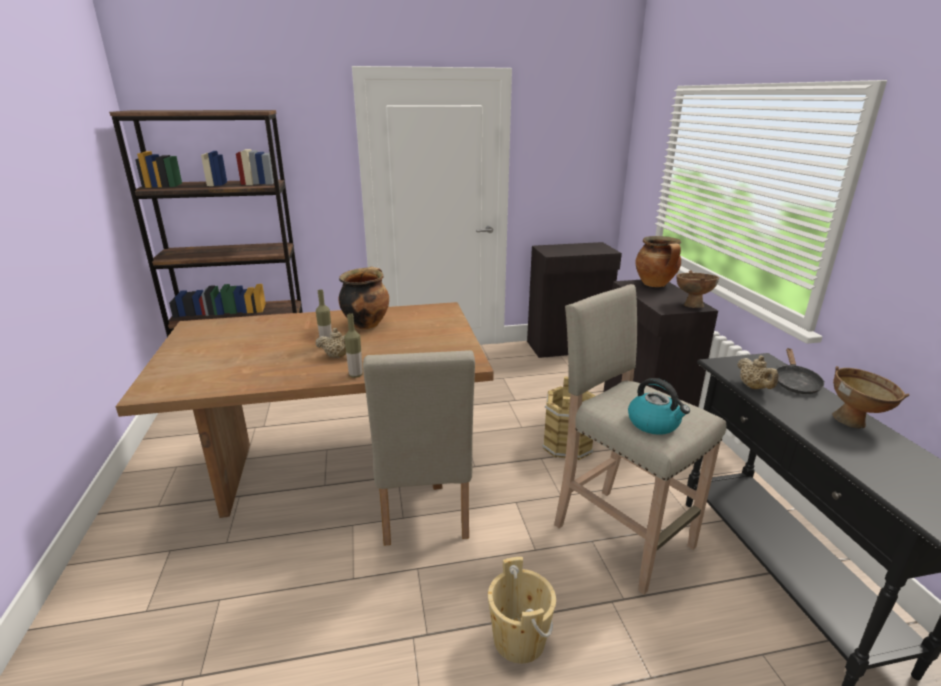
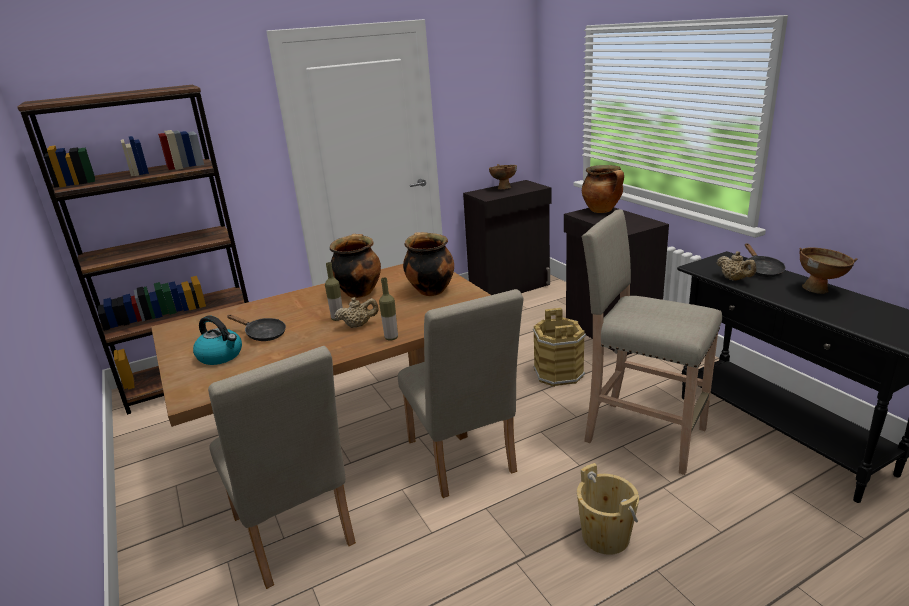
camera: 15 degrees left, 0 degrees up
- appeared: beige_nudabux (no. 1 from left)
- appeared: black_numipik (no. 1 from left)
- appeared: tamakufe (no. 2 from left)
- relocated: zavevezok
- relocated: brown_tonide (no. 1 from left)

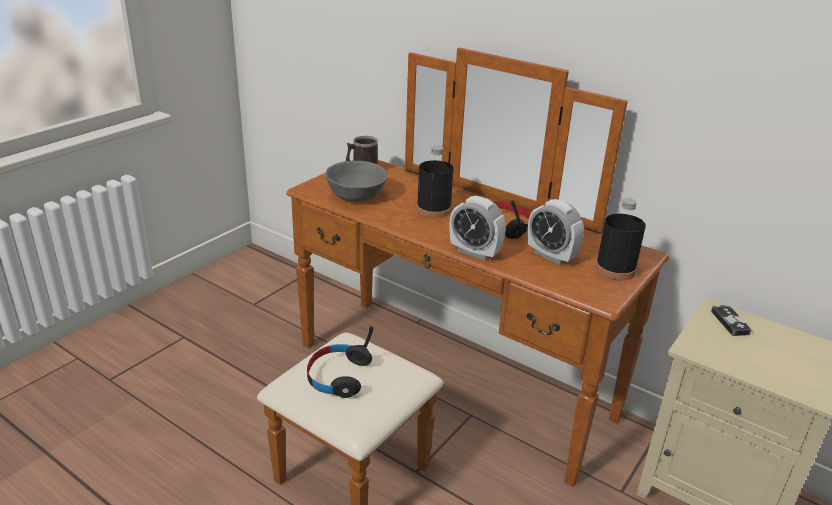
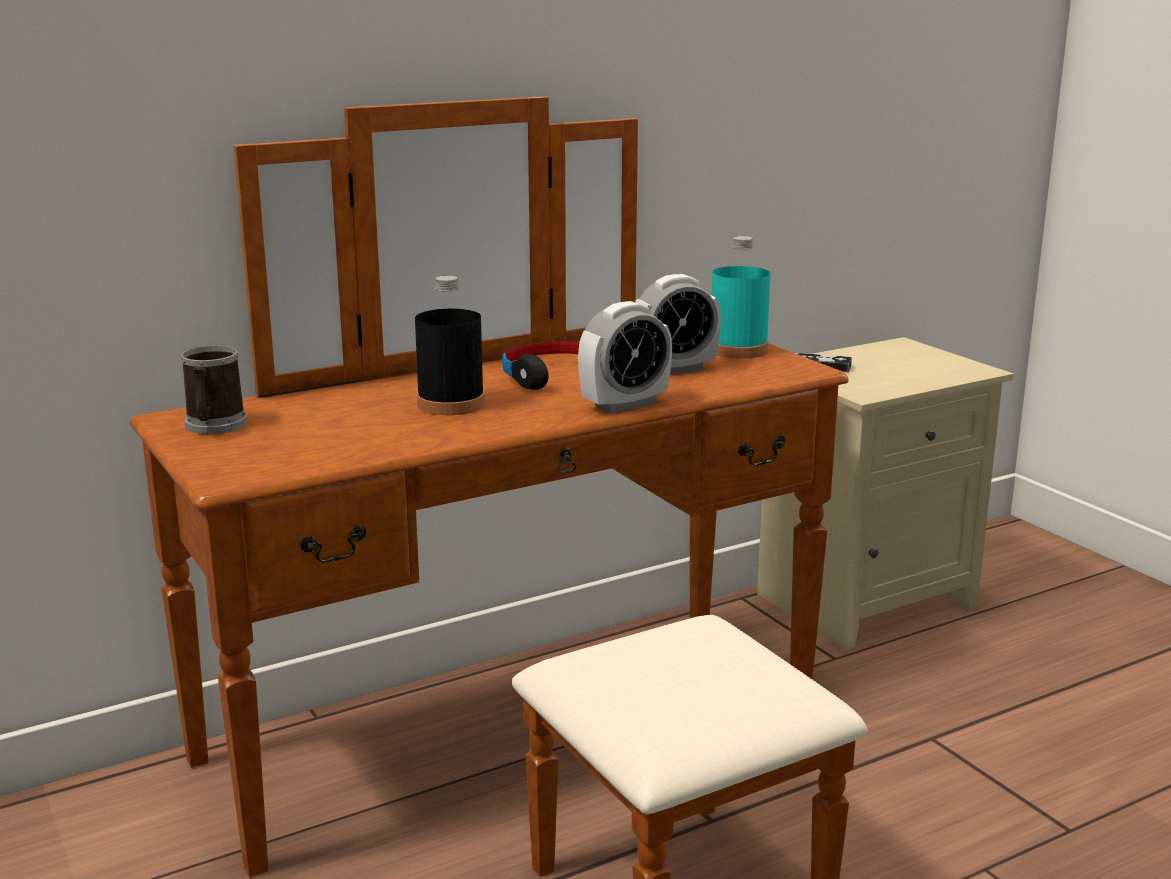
camera: 65 degrees left, 10 degrees down
- missing: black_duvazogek (no. 1 from left)
- missing: grey_tonide
- colour: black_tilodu (no. 2 from left) to turquoise_tilodu

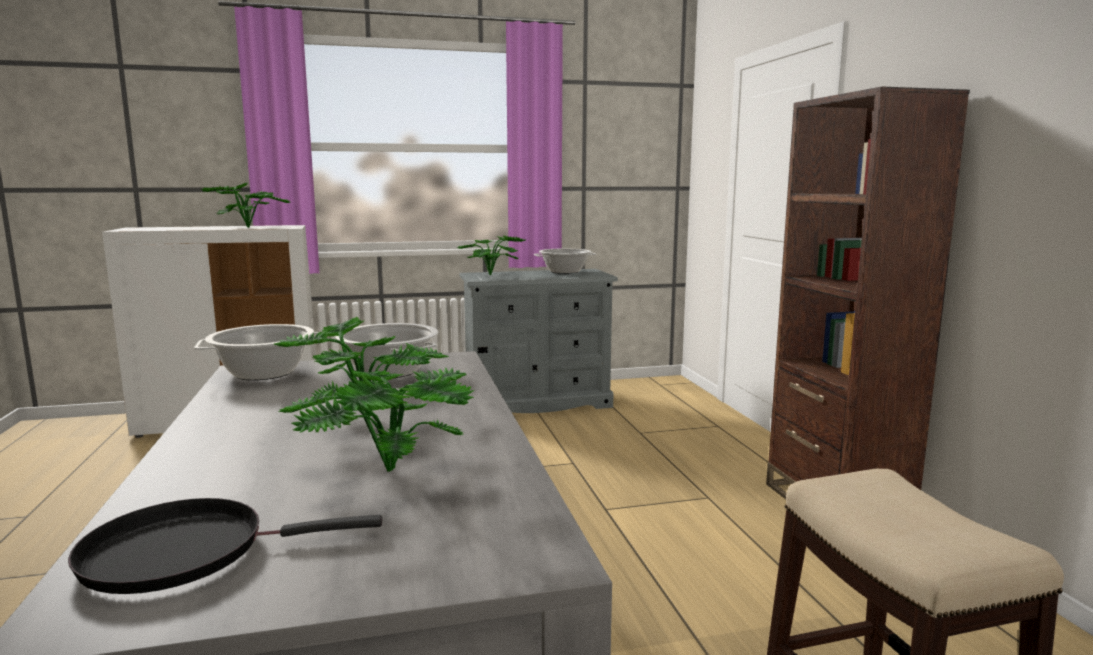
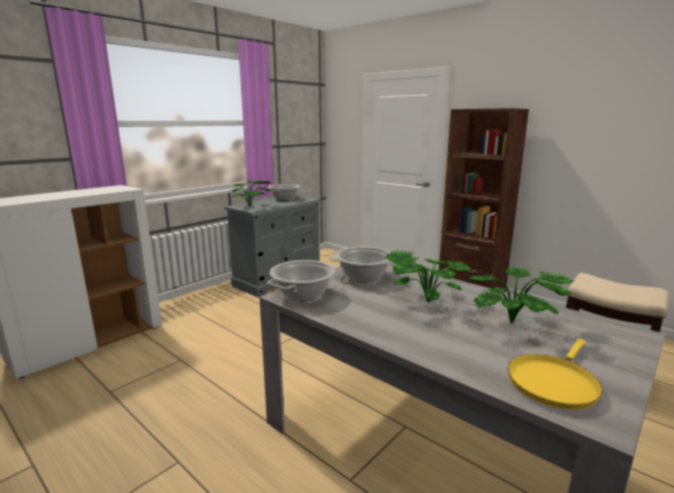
camera: 35 degrees left, 5 degrees up
- missing: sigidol (no. 1 from left)
- colour: black_numipik to yellow_numipik

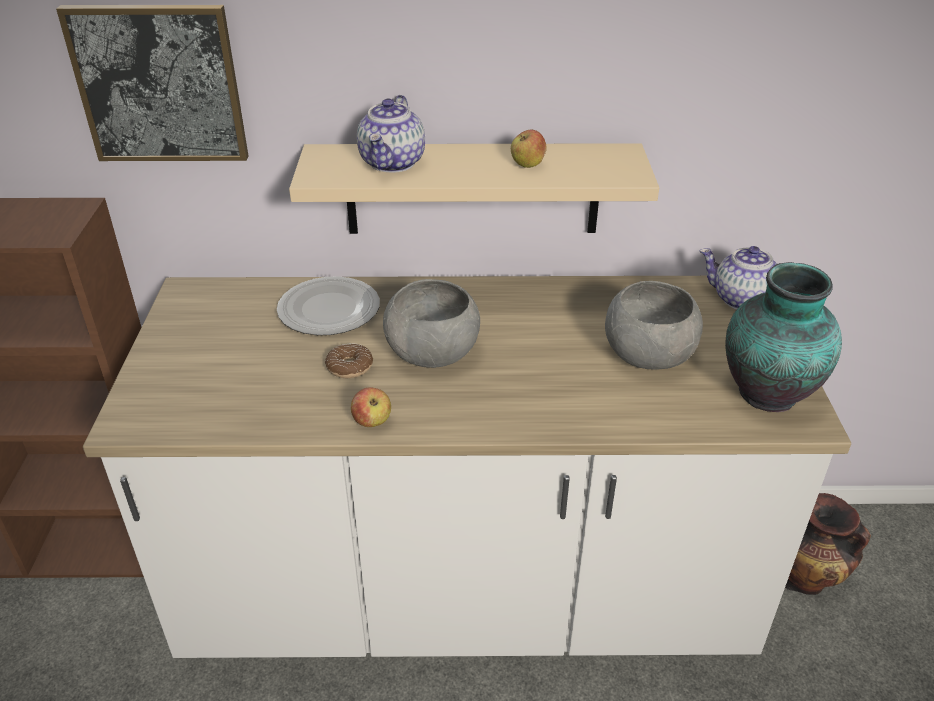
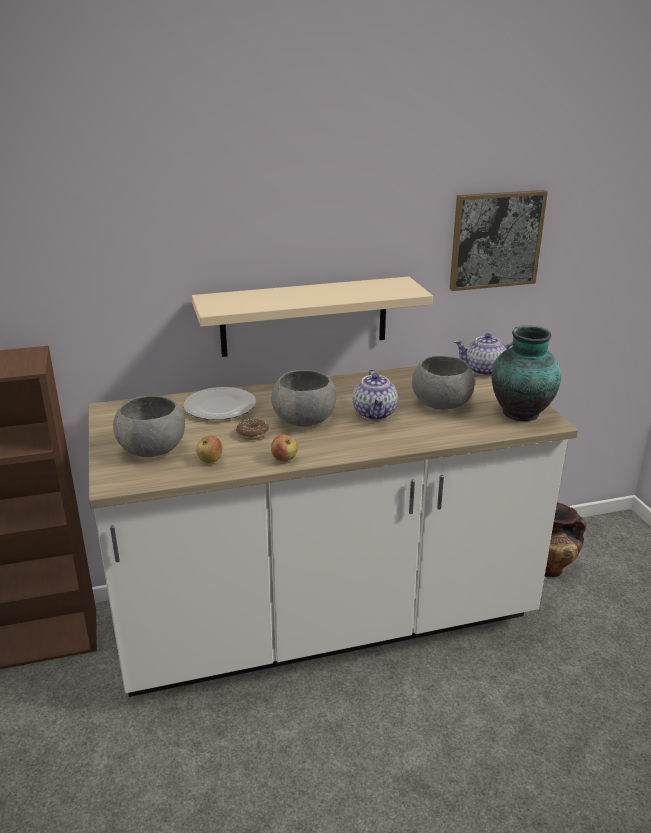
camera: 15 degrees left, 10 degrees down
- appeared: grey_tonide (no. 1 from left)
- relocated: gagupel
- relocated: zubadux (no. 1 from left)
- relocated: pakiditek (no. 2 from left in the first image) to pakiditek (no. 1 from left)

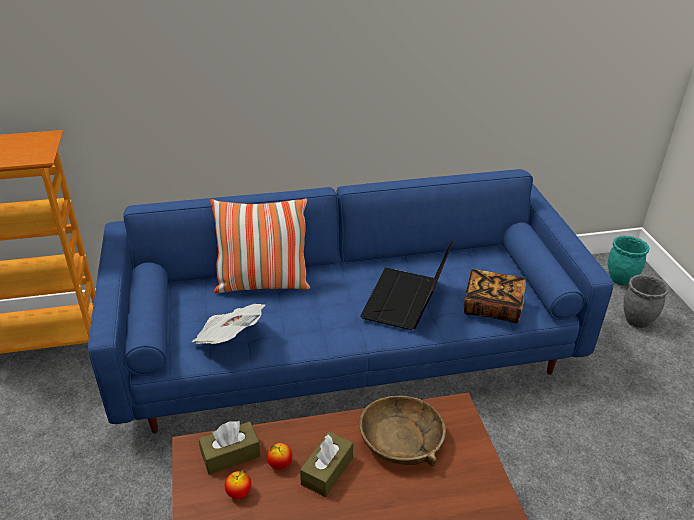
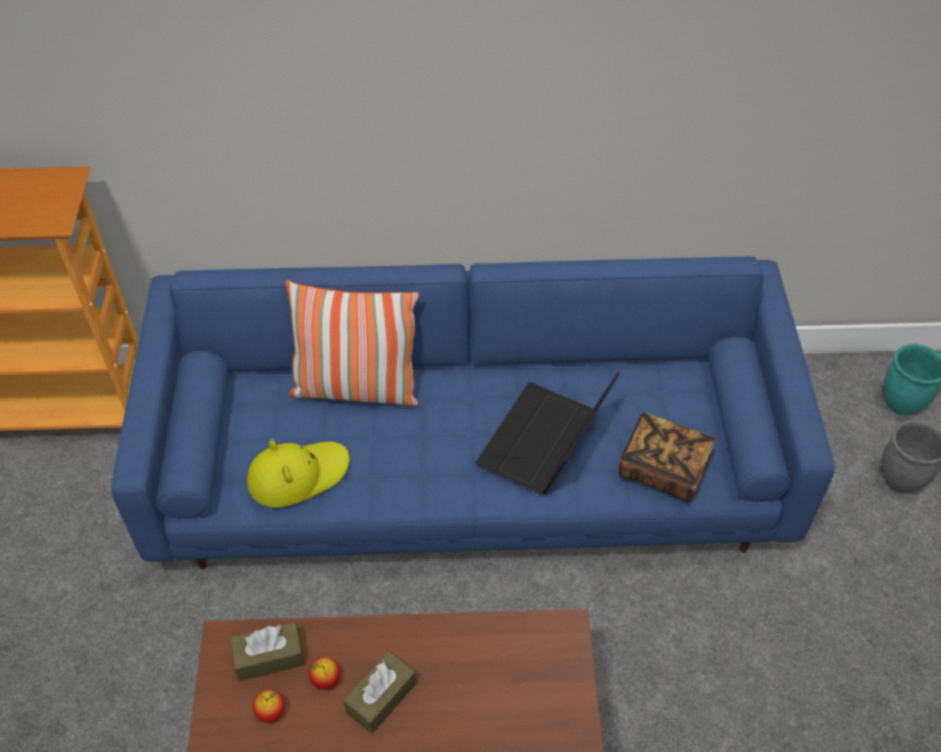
camera: 10 degrees right, 15 degrees up
- missing: brown_tonide
- exchanged: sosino to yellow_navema

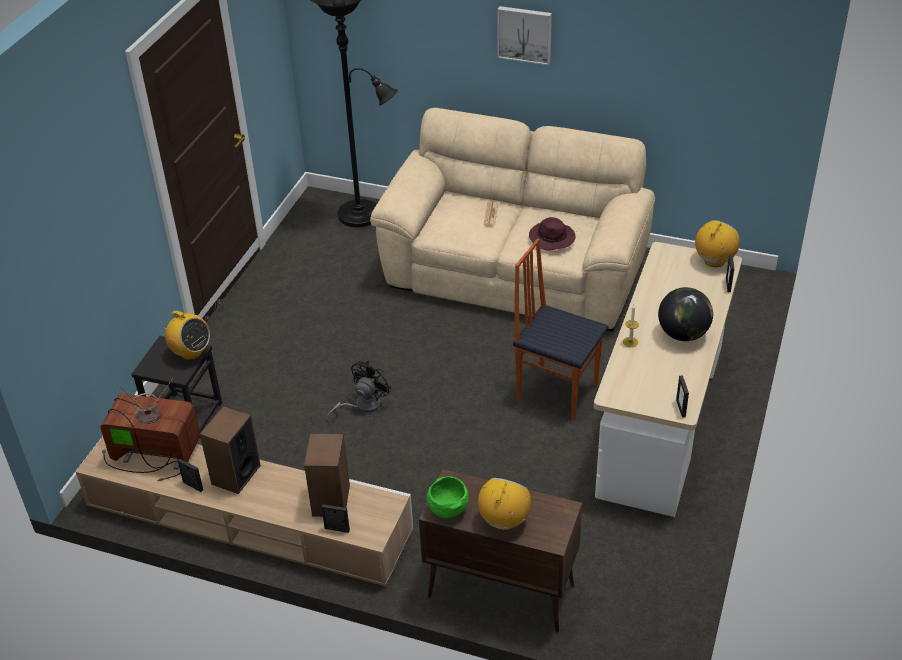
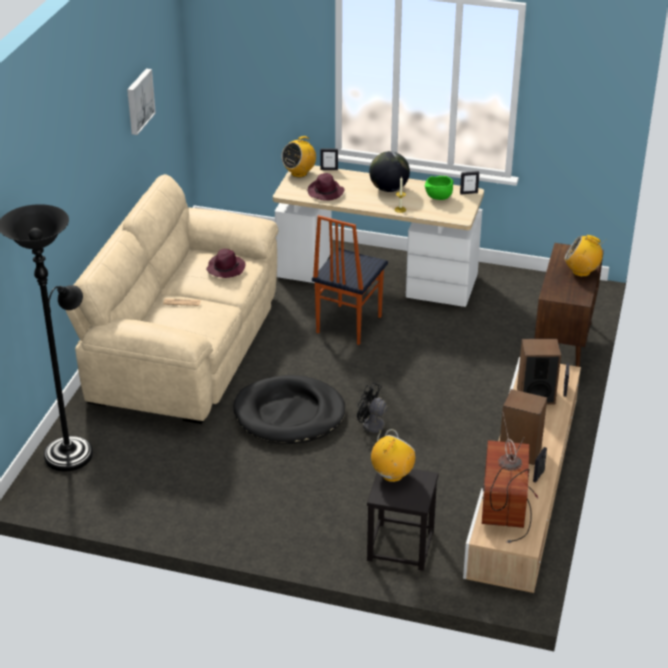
camera: 95 degrees left, 5 degrees down
- appeared: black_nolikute
- appeared: purple_navema (no. 2 from left)
- relocated: green_tonide
- relocated: gagupel
- spun: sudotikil (no. 3 from left in the first image) 75 degrees counterclockwise

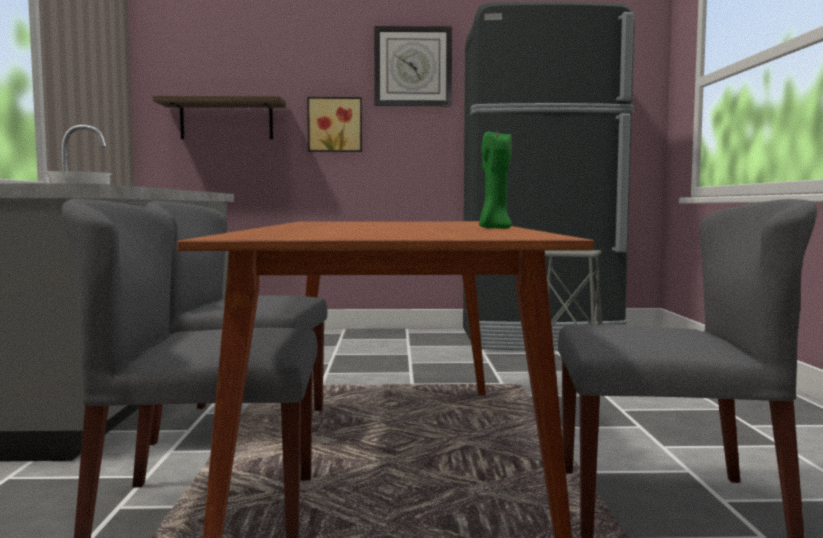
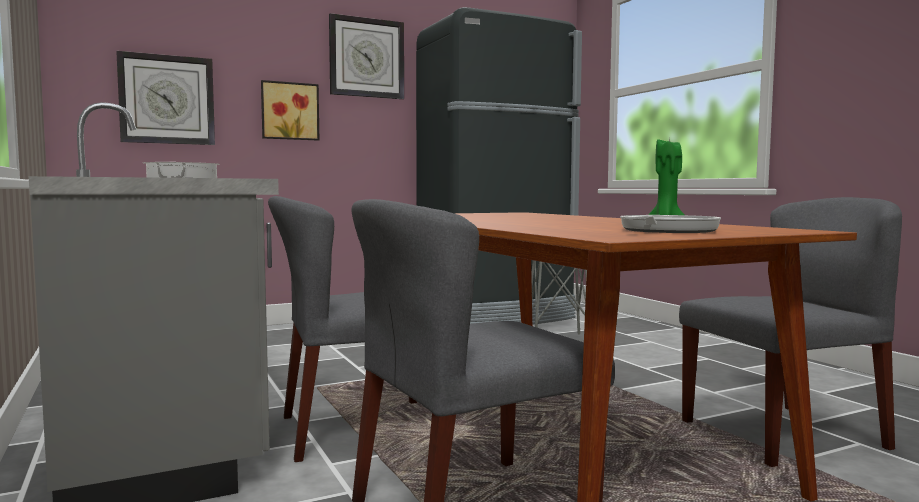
camera: 25 degrees left, 0 degrees up
- appeared: numipik
- exchanged: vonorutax to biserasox (no. 1 from left)

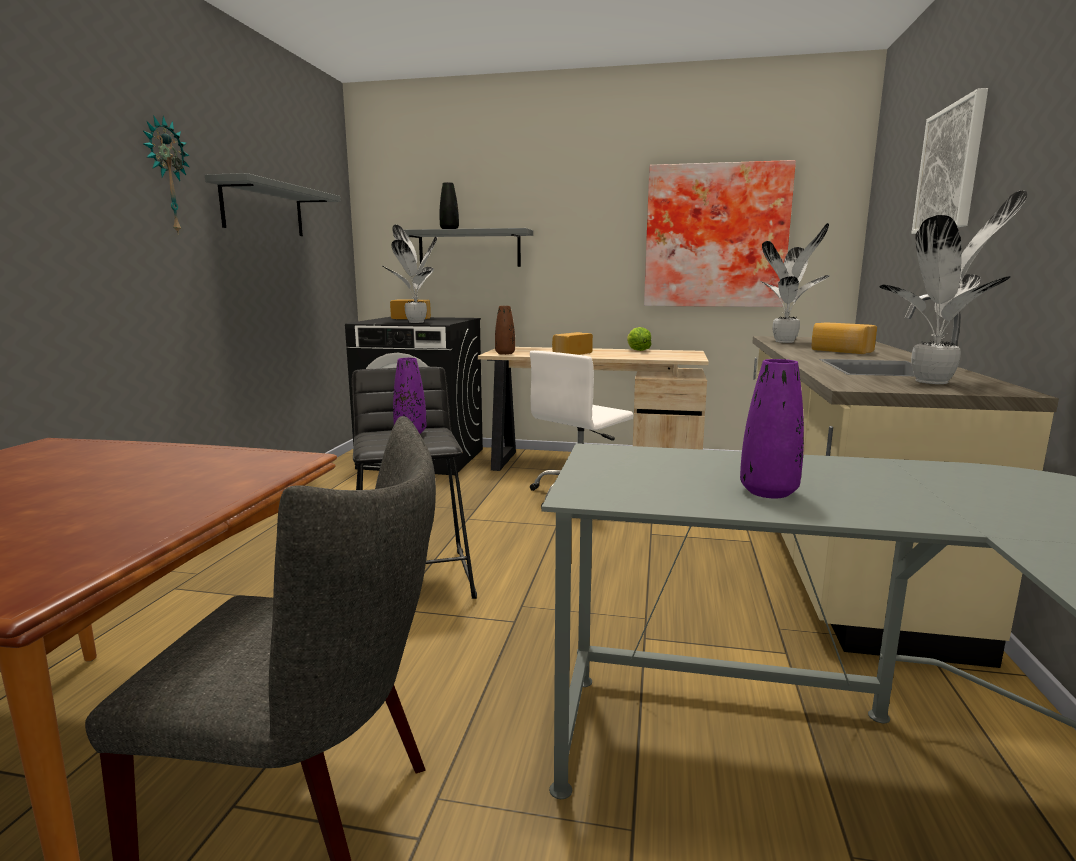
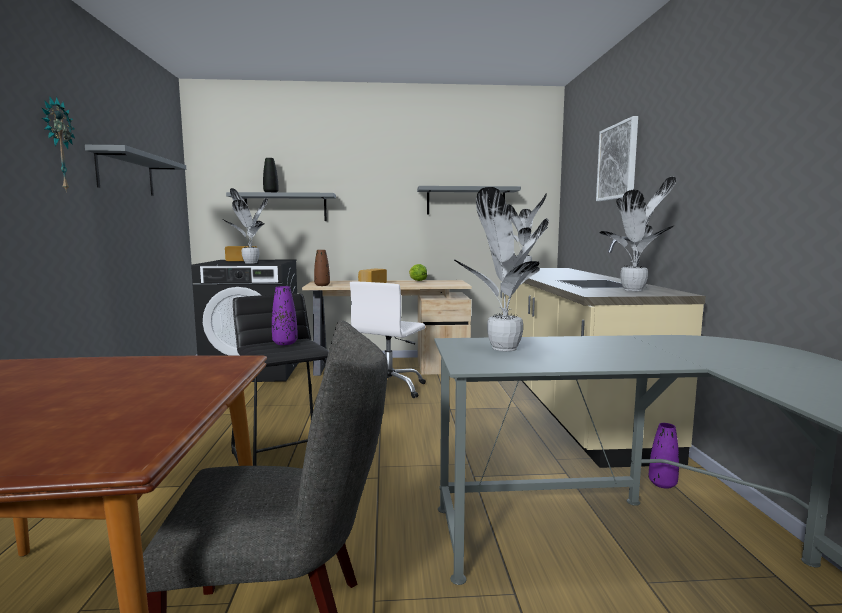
camera: 15 degrees left, 5 degrees down
- missing: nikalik (no. 3 from left)
- appeared: sigidol (no. 2 from left)
- relocated: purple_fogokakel (no. 2 from left)
- exchanged: gagupel (no. 1 from left) to grey_vonorutax (no. 3 from left)

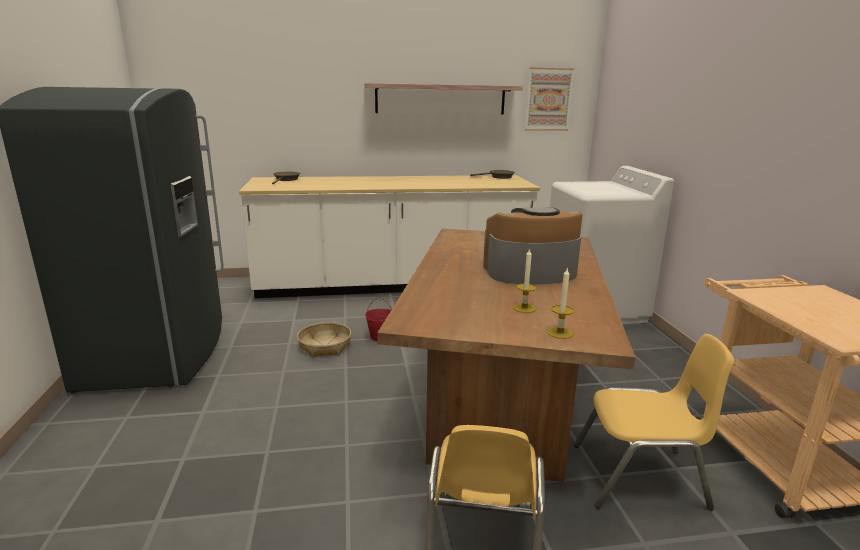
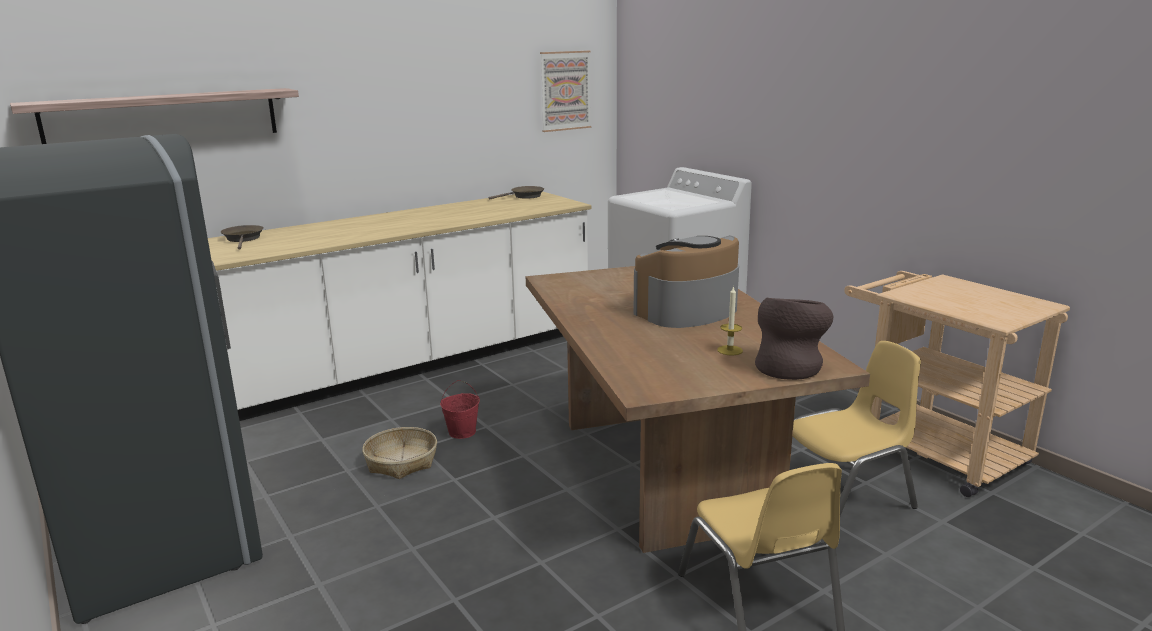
camera: 25 degrees left, 0 degrees up
- relocated: vonorutax
- exchanged: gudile (no. 2 from left) to brown_fogokakel

